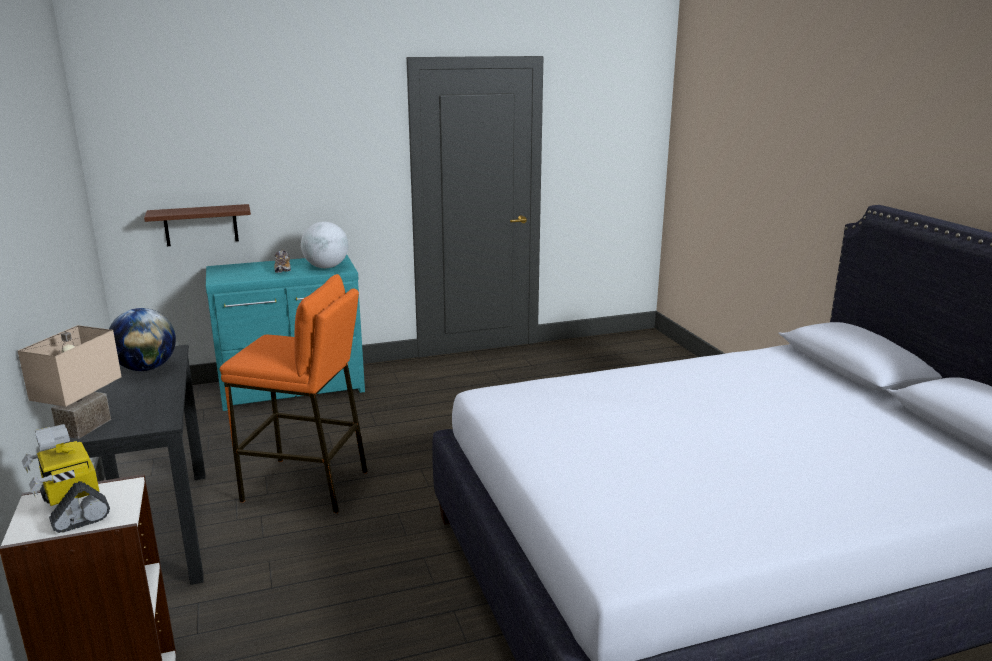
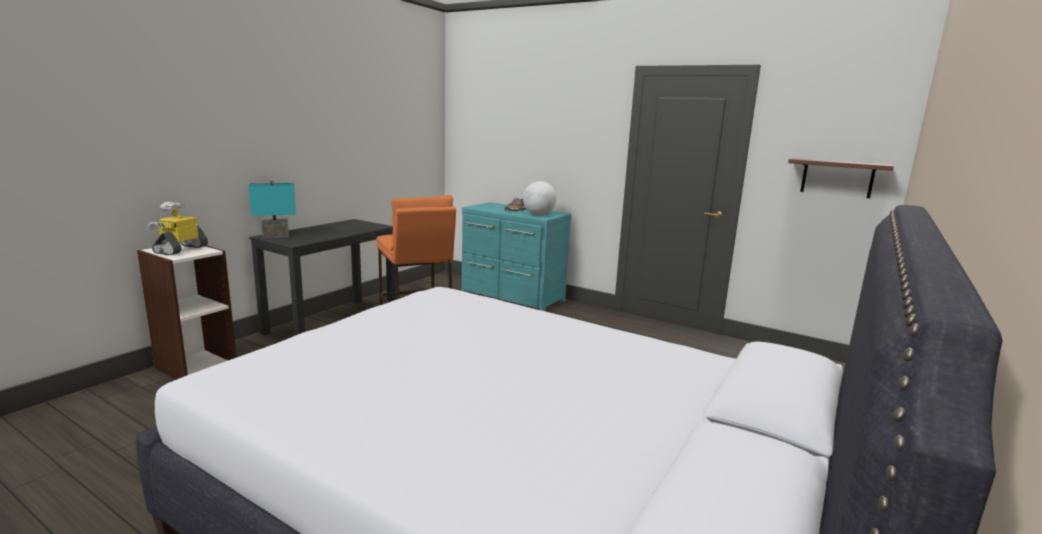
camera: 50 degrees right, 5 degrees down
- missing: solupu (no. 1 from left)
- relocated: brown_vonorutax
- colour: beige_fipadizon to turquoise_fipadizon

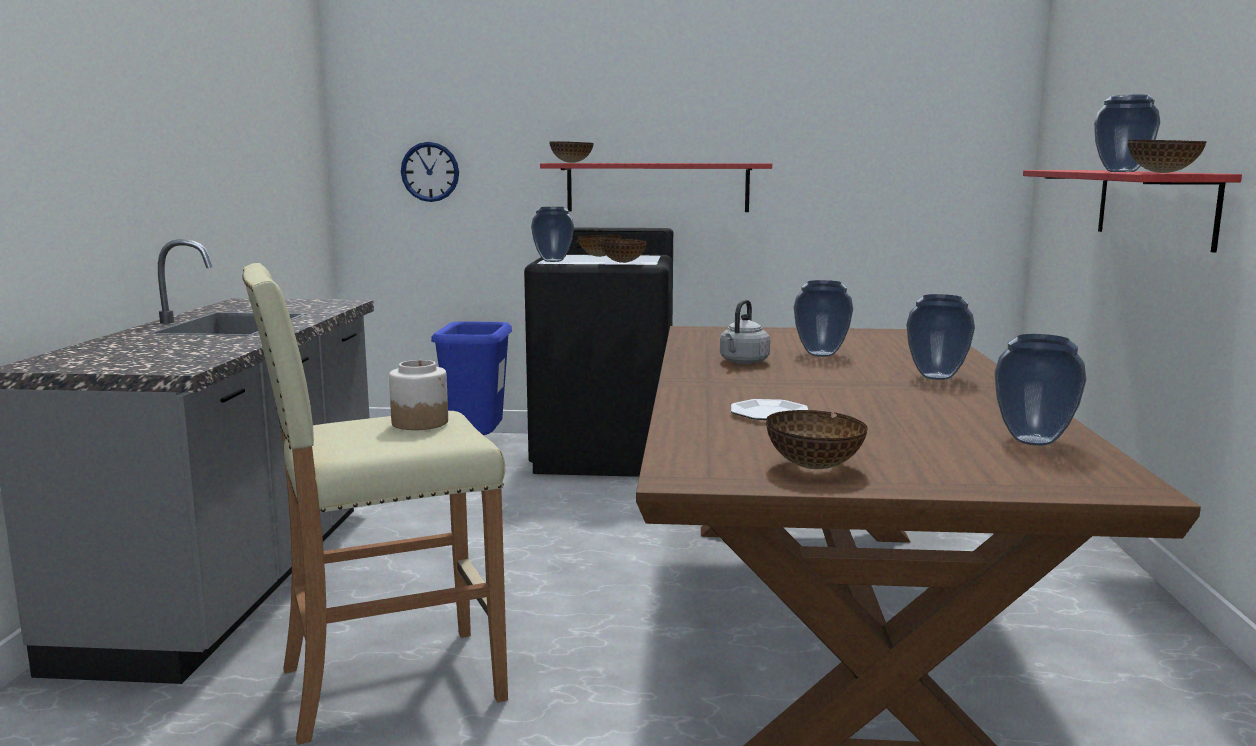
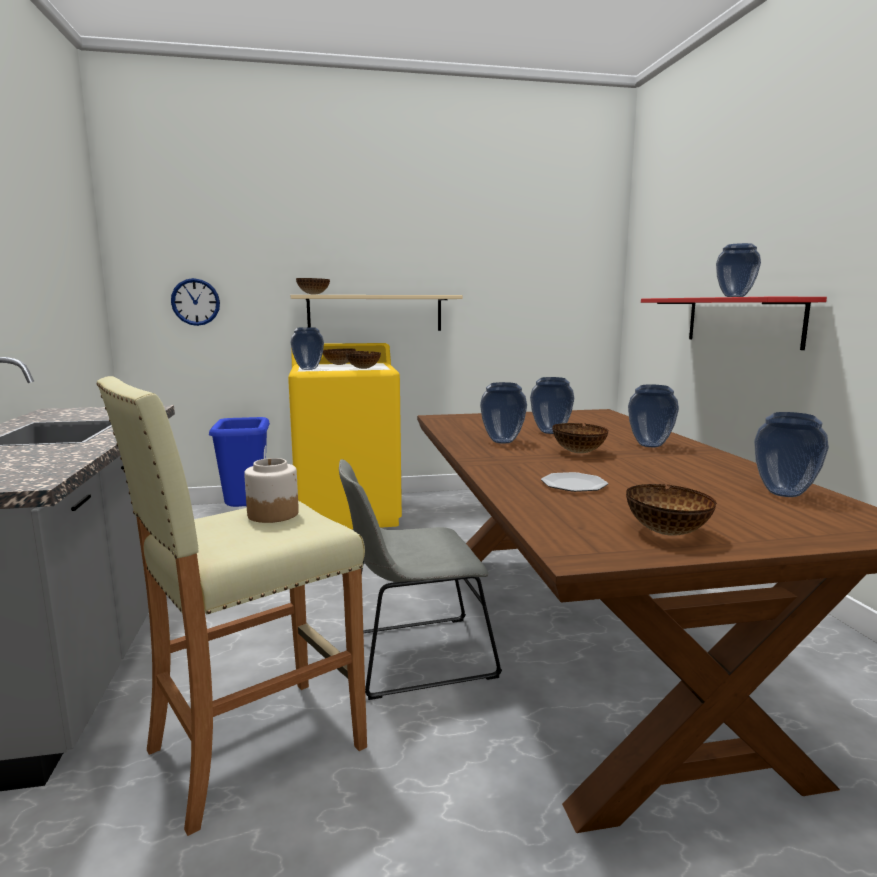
camera: 15 degrees left, 0 degrees up
- appeared: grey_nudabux
- relocated: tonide (no. 5 from left in the first image) to tonide (no. 4 from left)
- exchanged: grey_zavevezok to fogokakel (no. 2 from left)
- colour: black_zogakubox to yellow_zogakubox
- colour: red_vonorutax (no. 1 from left) to beige_vonorutax

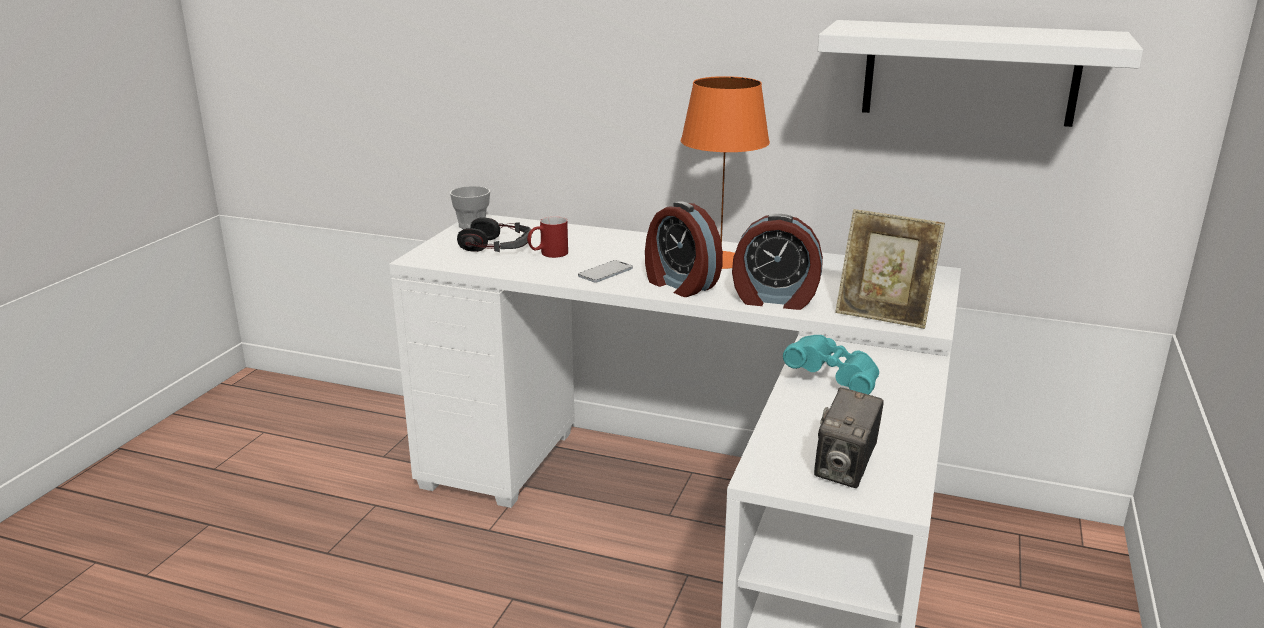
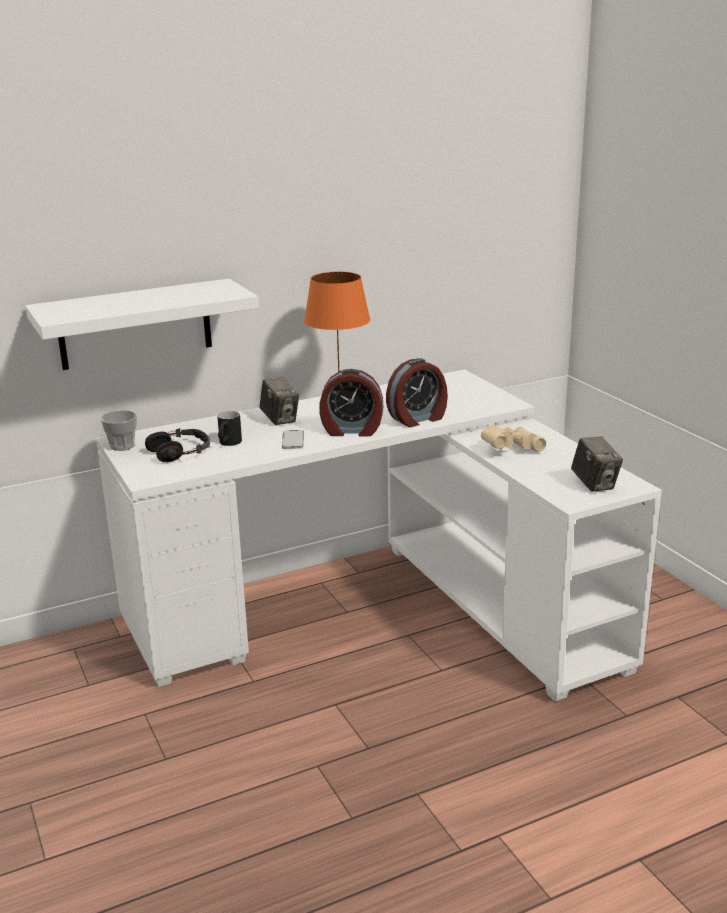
camera: 45 degrees left, 0 degrees up
- missing: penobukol
- appeared: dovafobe (no. 1 from left)
- relocated: white_vonorutax
- colour: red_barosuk to black_barosuk
- colour: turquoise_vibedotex to beige_vibedotex

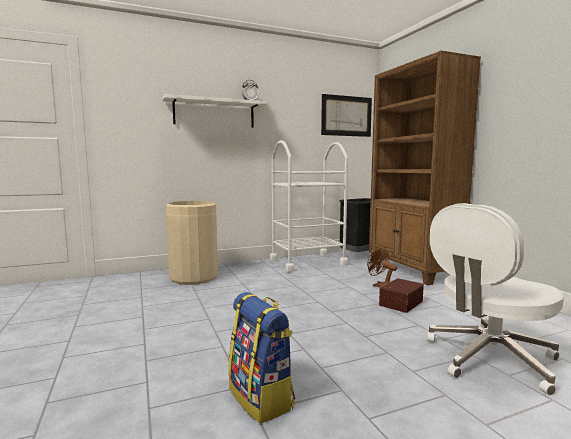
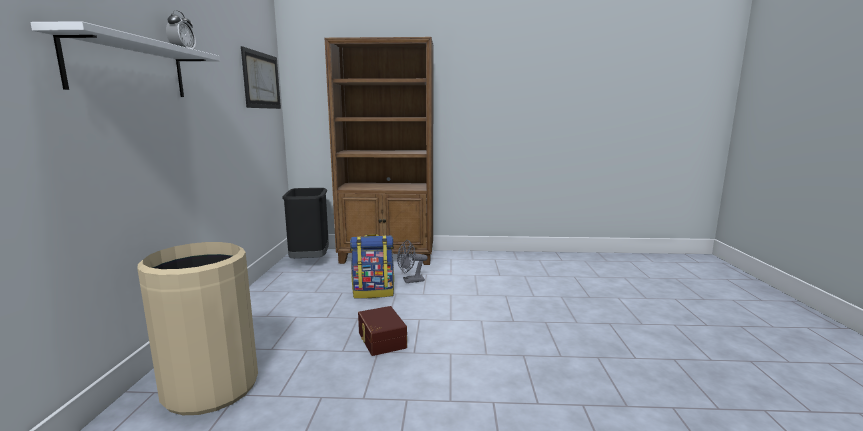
camera: 65 degrees left, 5 degrees up
- missing: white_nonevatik
- missing: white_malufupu
- relocated: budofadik
- relocated: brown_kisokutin
- colour: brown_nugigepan to grey_nugigepan

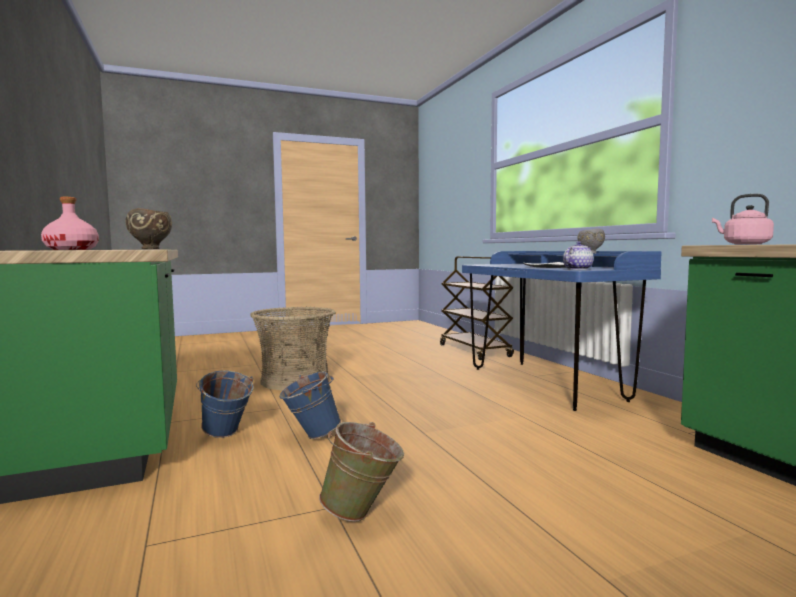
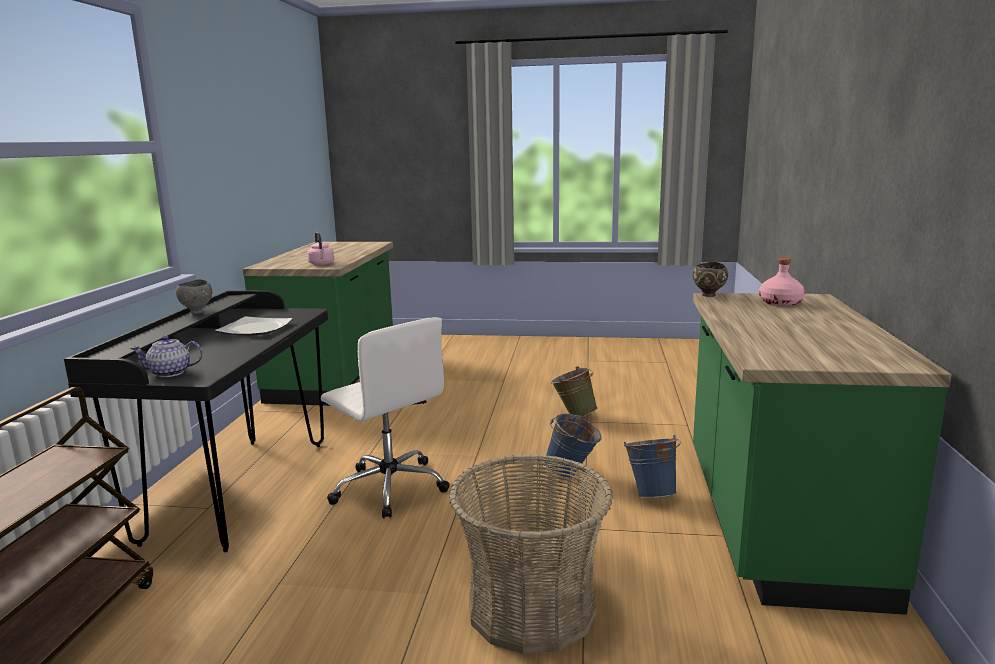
camera: 150 degrees left, 10 degrees up
- appeared: white_malufupu
- relocated: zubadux
- colour: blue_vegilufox to black_vegilufox

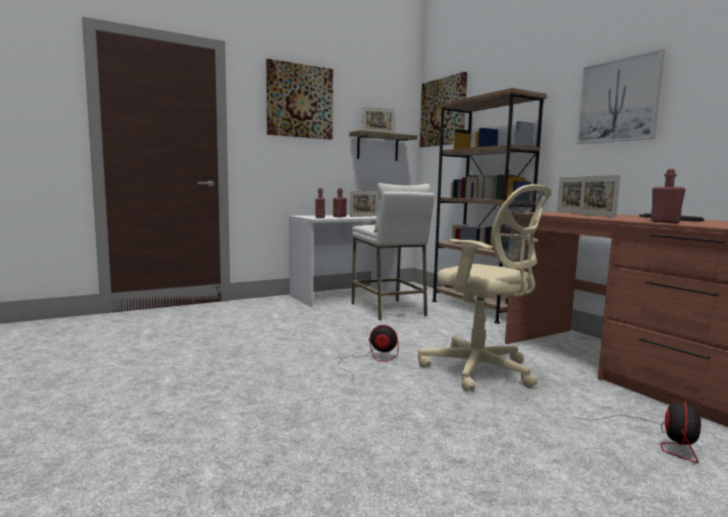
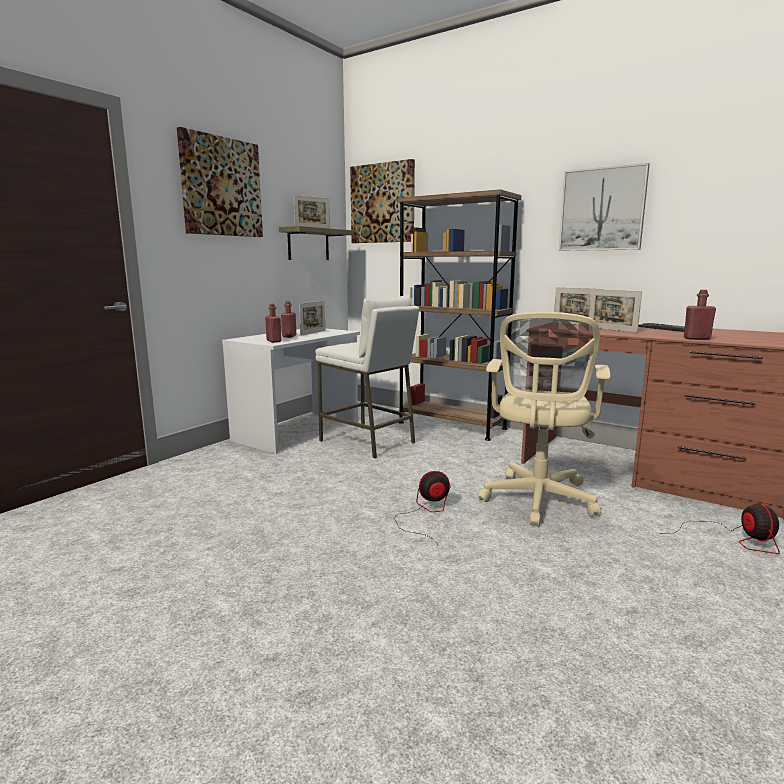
camera: 25 degrees left, 5 degrees up
- spun: beige_malufupu 90 degrees clockwise

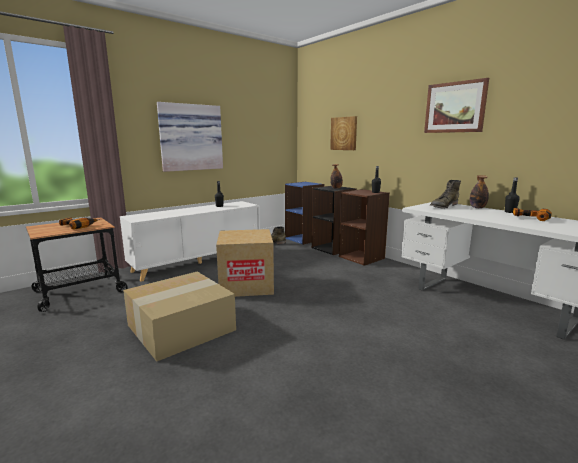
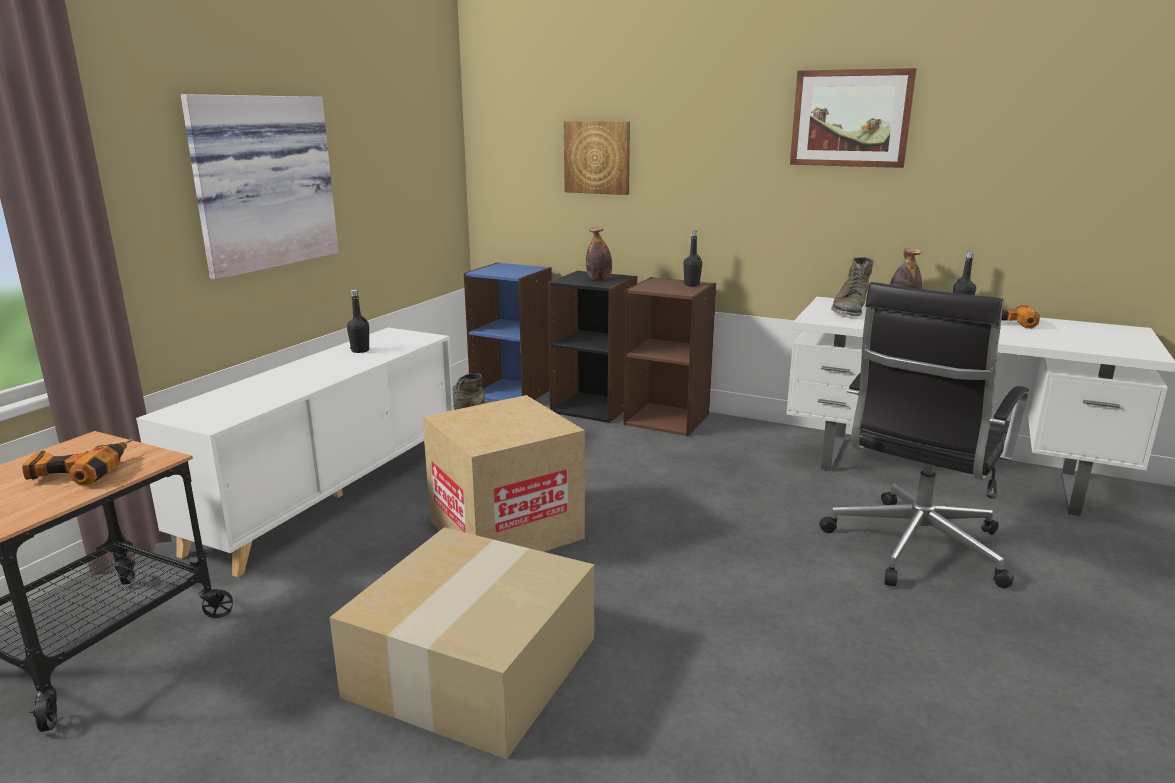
camera: 25 degrees left, 5 degrees up
- appeared: black_malufupu

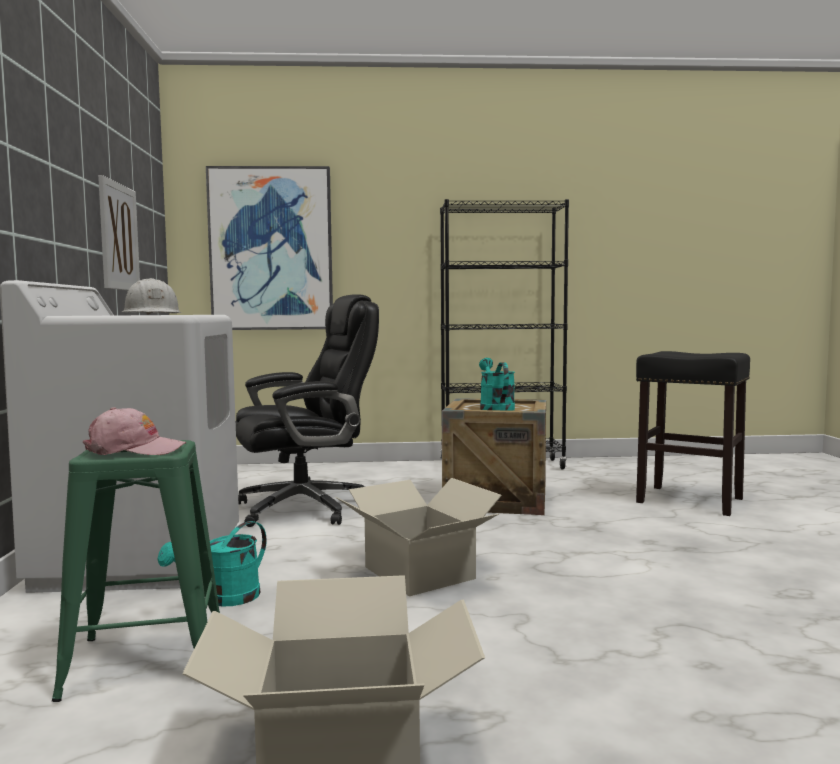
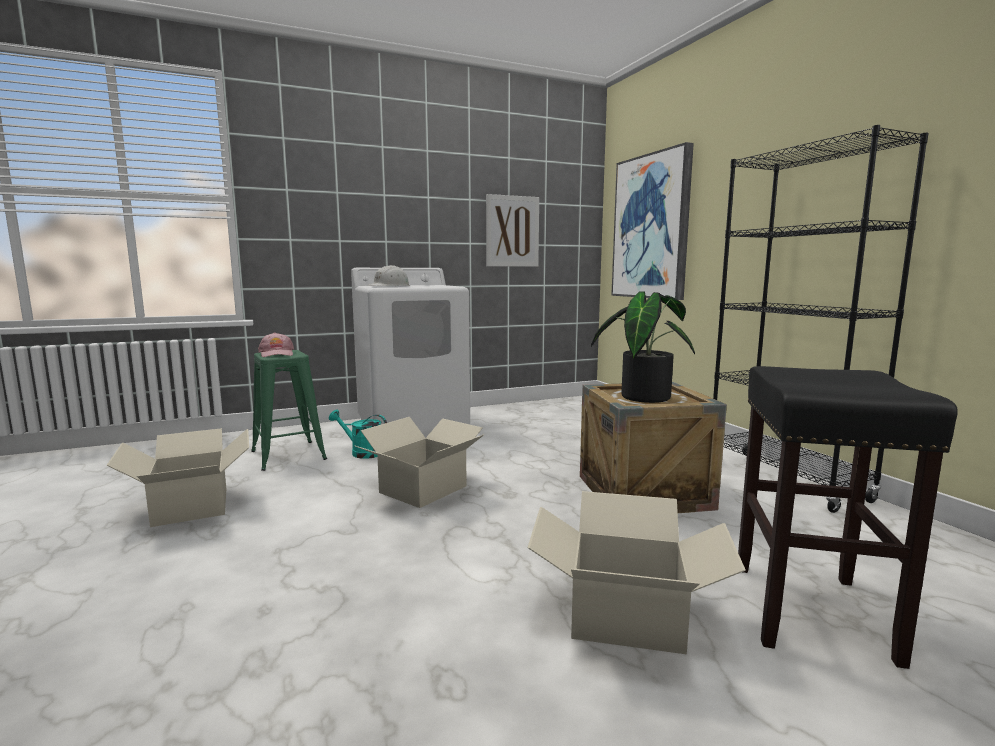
camera: 70 degrees right, 5 degrees up
- missing: black_malufupu
- appeared: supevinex (no. 3 from left)
- exchanged: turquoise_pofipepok (no. 2 from left) to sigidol

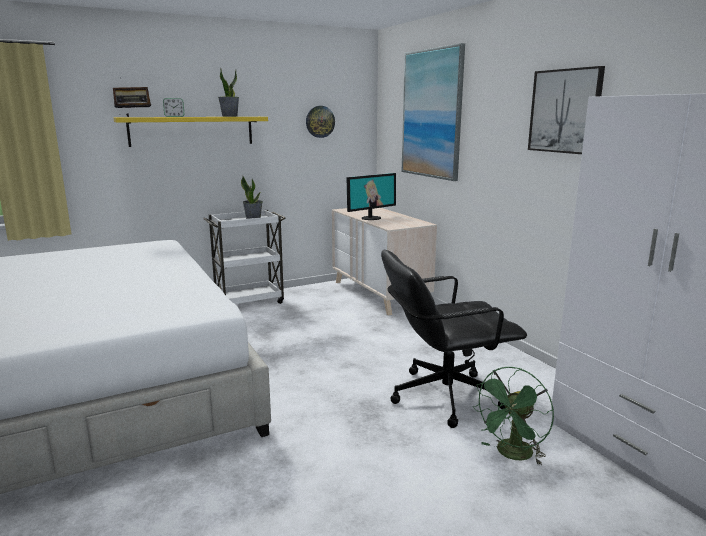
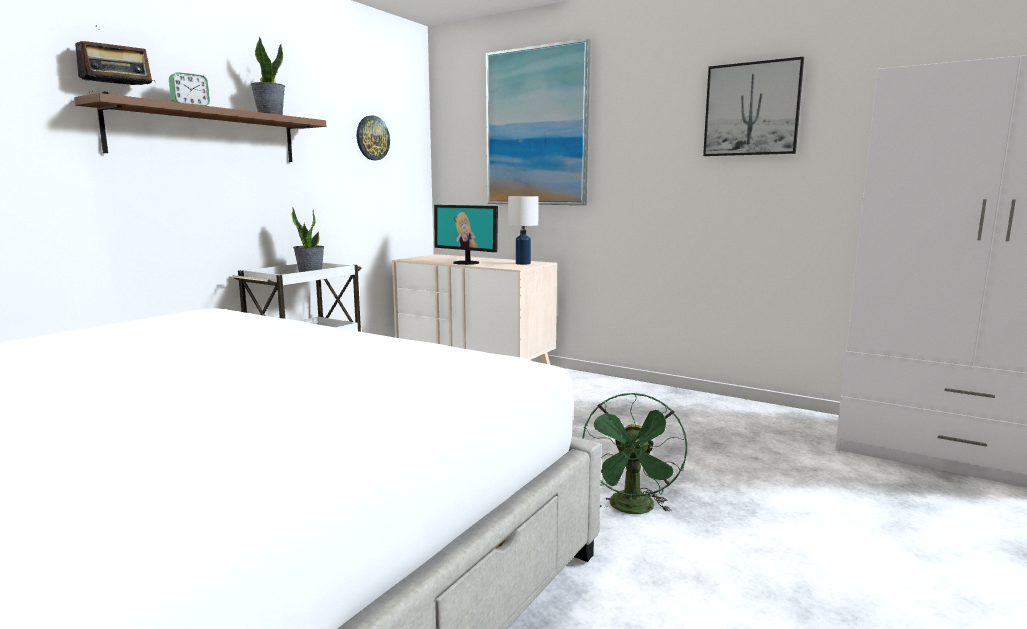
camera: 30 degrees left, 5 degrees down
- missing: black_malufupu
- appeared: white_fipadizon
- relocated: green_nugigepan
- colour: yellow_vonorutax to brown_vonorutax
- spun: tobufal 105 degrees clockwise

